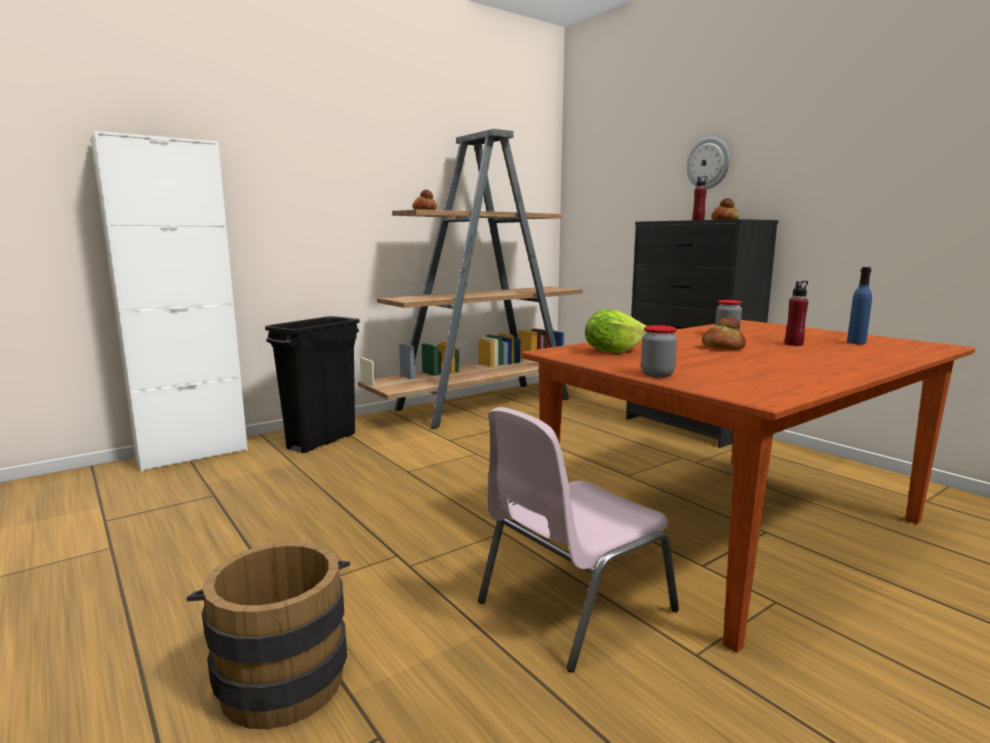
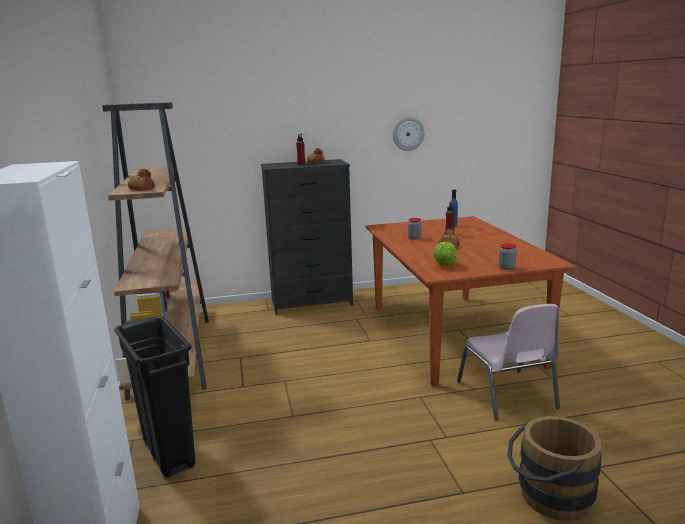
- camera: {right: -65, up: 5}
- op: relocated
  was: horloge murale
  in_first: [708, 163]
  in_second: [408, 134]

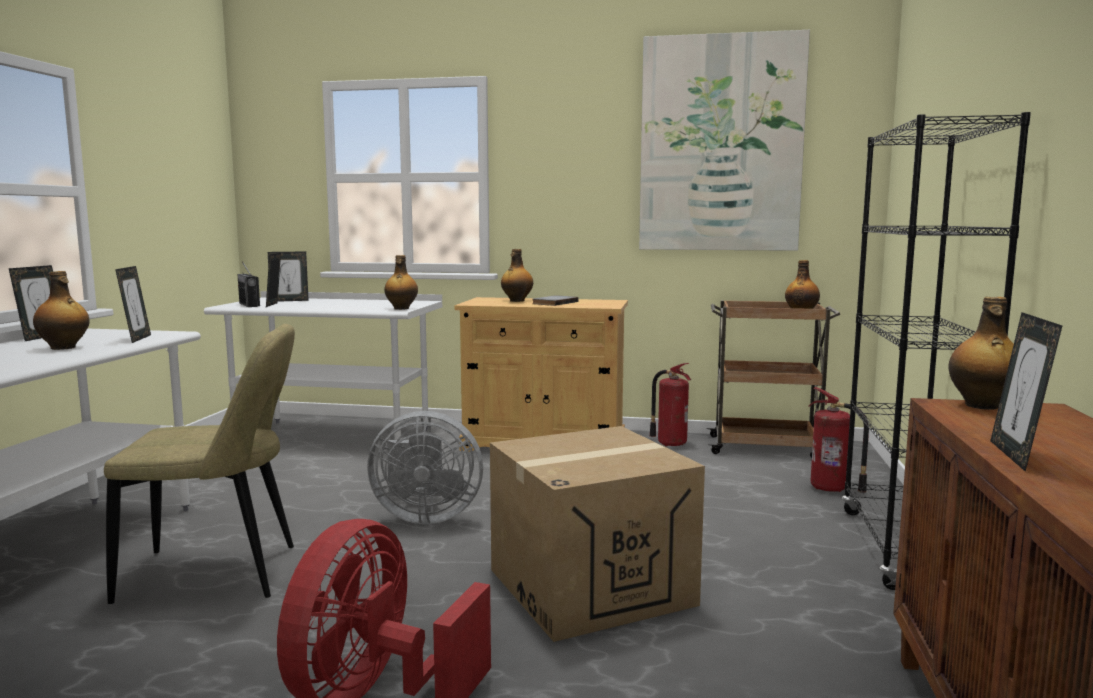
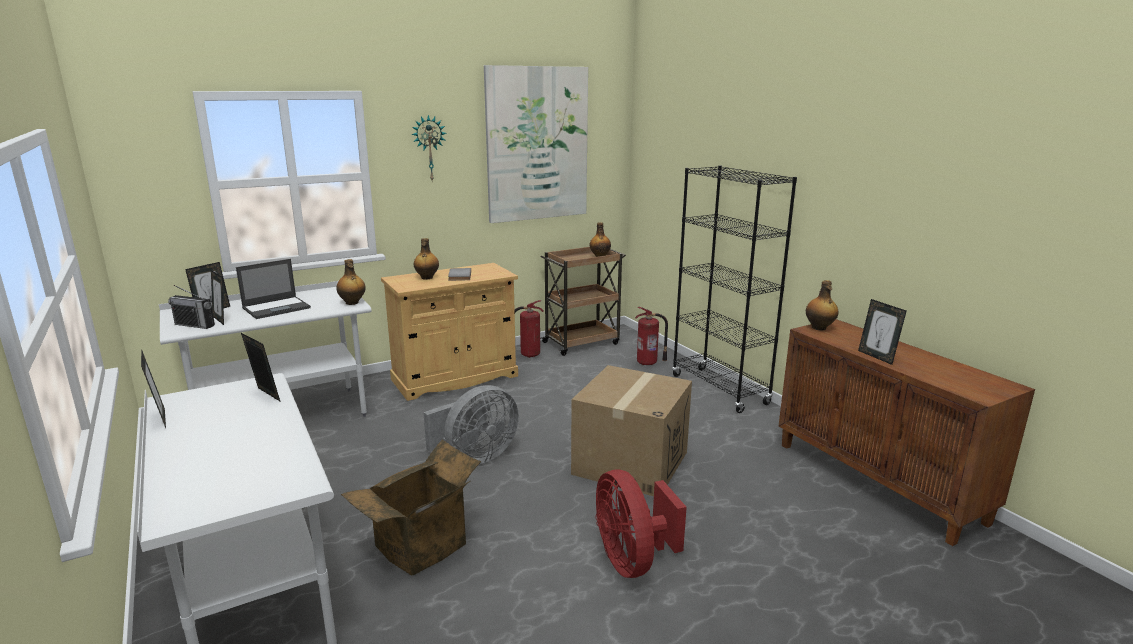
- camera: {right: -40, up: 10}
- op: missing
  was: bouteille
  in_first: [64, 348]
- op: exchanged
  was: chaise/beige
  now: carton
  in_first: [218, 574]
  in_second: [421, 547]
- op: appeared
  now: ordinateur portable
  in_second: [277, 308]
- op: appeared
  now: horloge murale
  in_second: [429, 148]

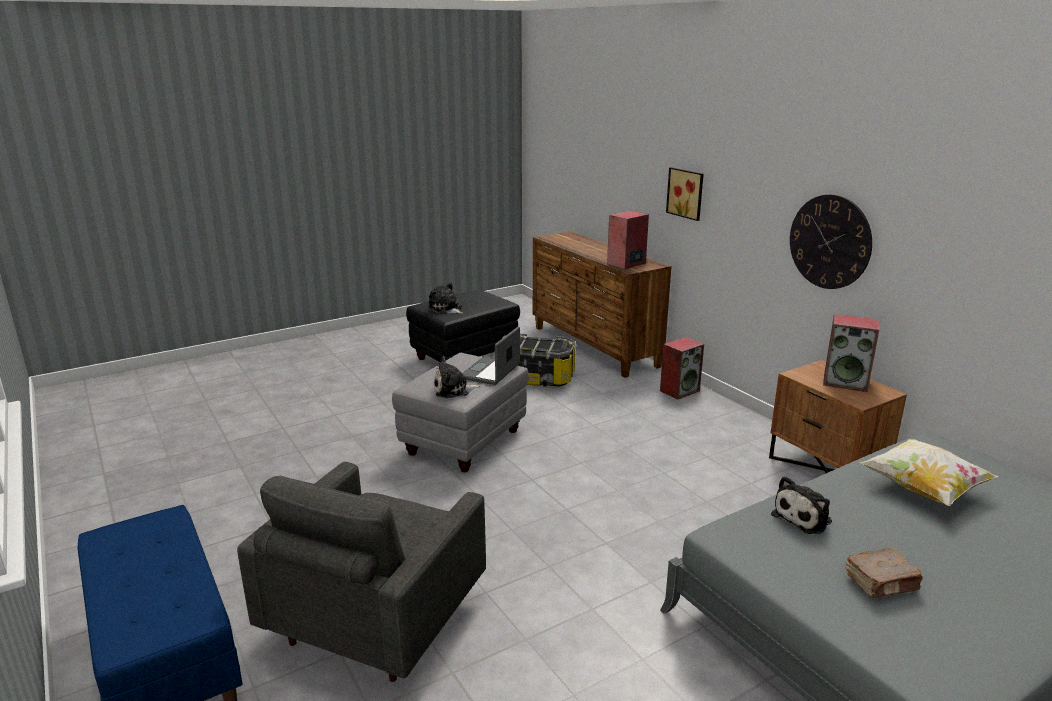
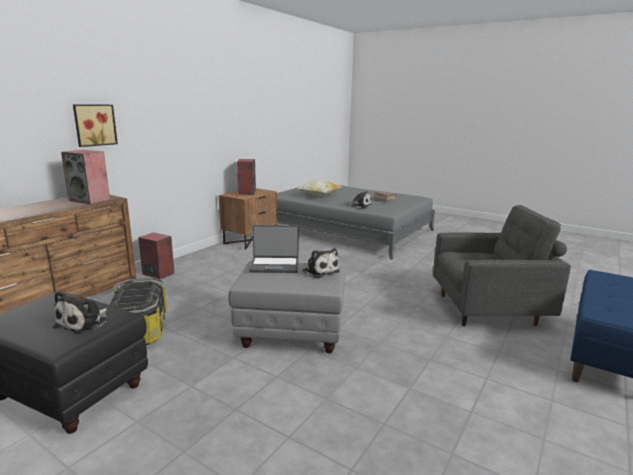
- camera: {right: -115, up: -5}
- op: missing
  was: horloge murale
  in_first: [829, 242]

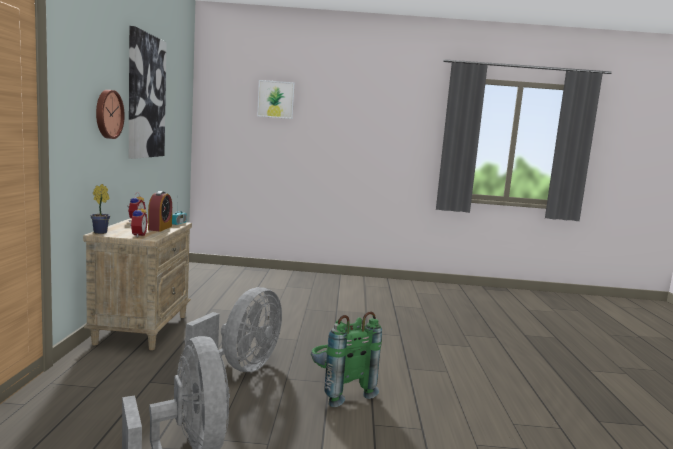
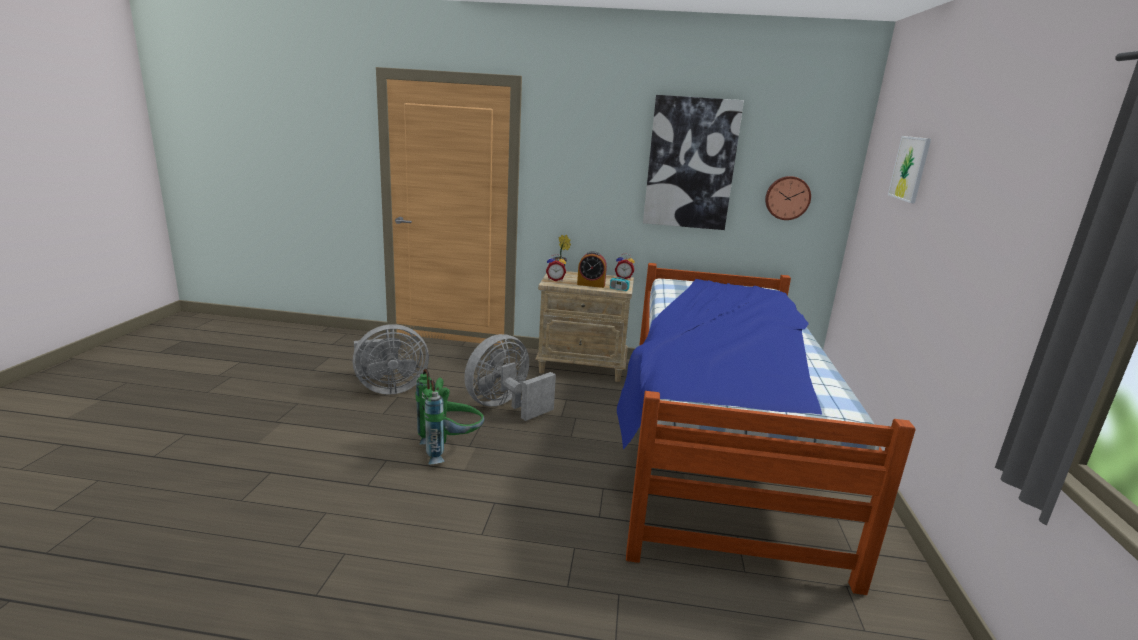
- camera: {right: 95, up: 10}
- op: relocated
  was: horloge murale
  in_first: [107, 114]
  in_second: [787, 198]
- op: spun
  was: ventilateur/gris
  in_first: [241, 367]
  in_second: [505, 406]
  clockwise: 105
- op: appeared
  now: lit
  in_second: [715, 443]

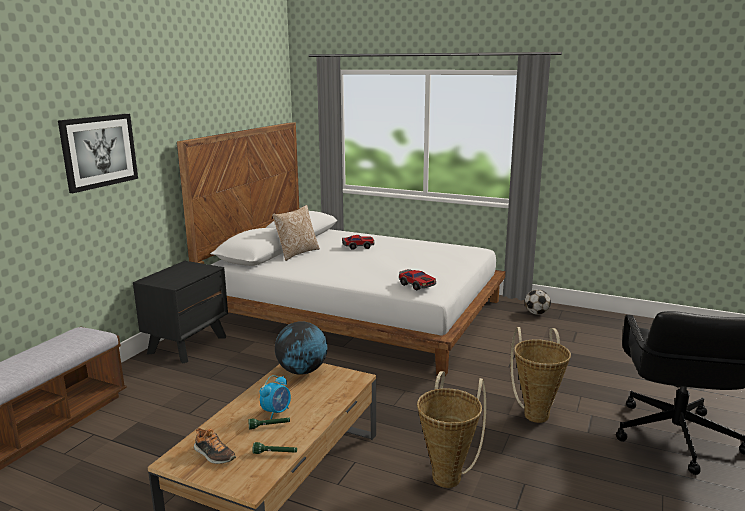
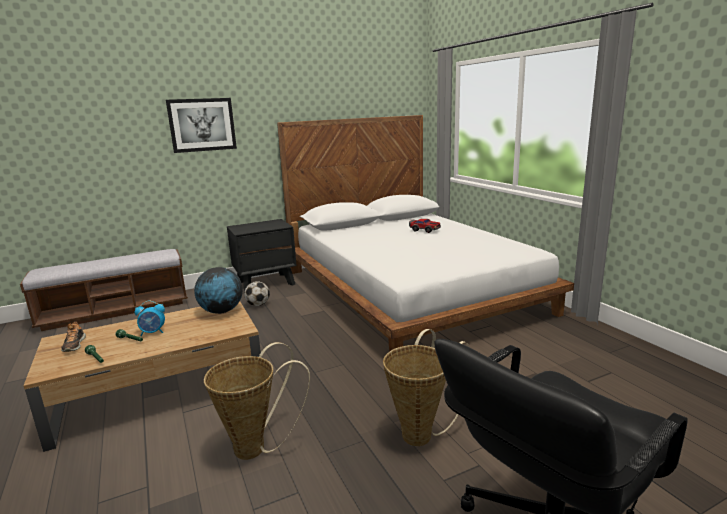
- camera: {right: 40, up: 0}
- op: missing
  was: coussin
  in_first: [297, 253]
- op: missing
  was: petite voiture
  in_first: [417, 285]
- op: relocated
  was: ballon de foot
  in_first: [536, 313]
  in_second: [258, 305]

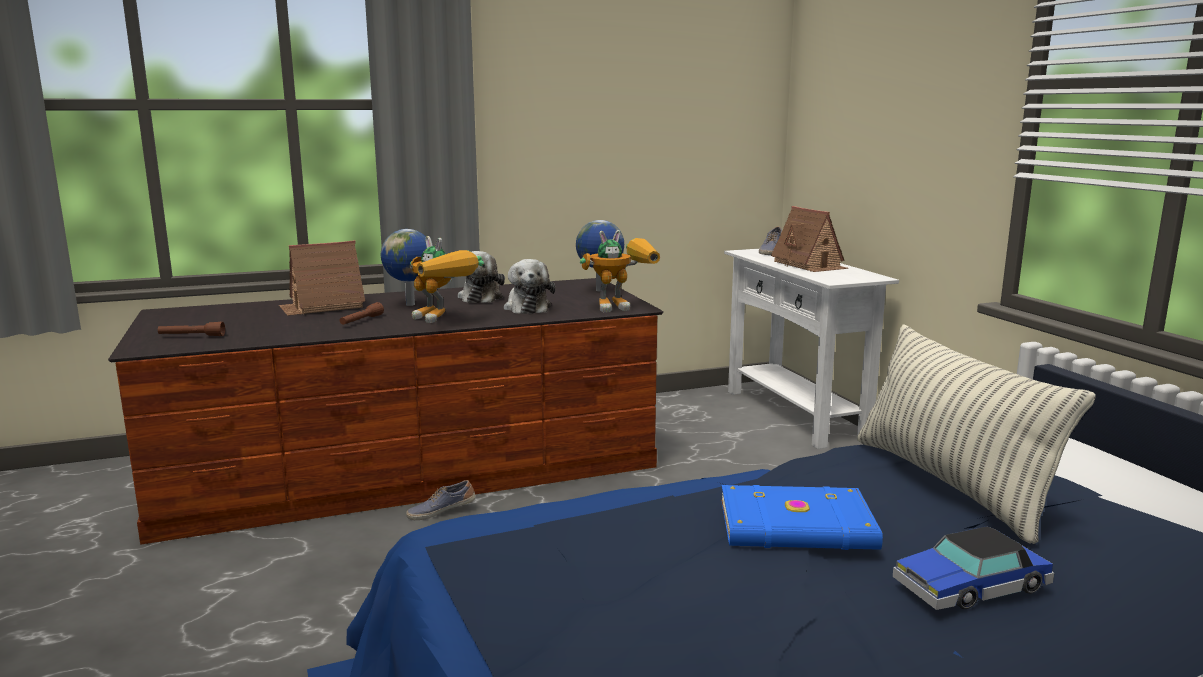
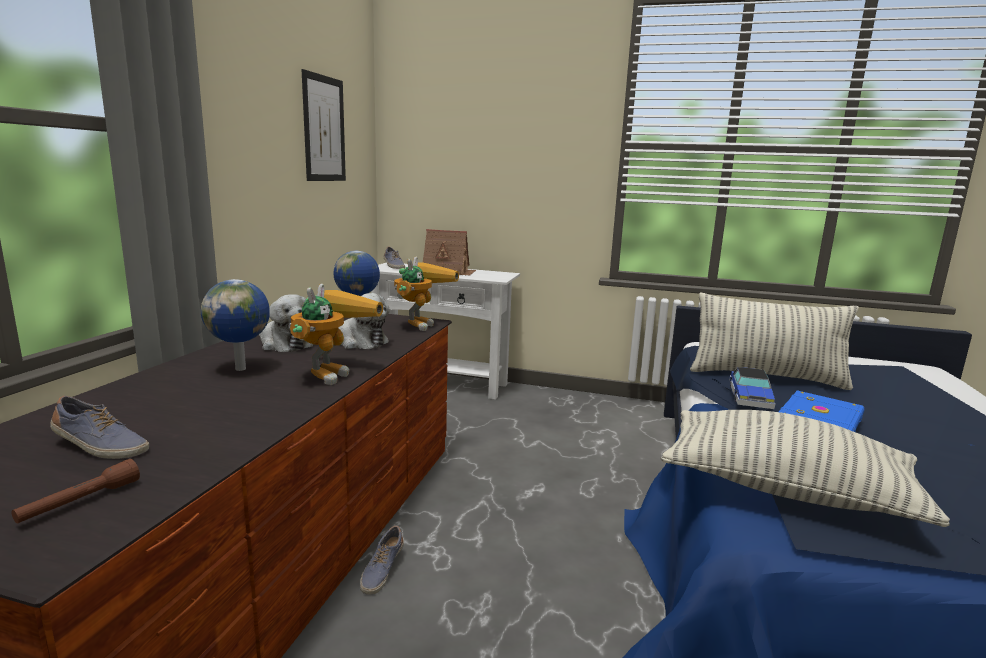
- camera: {right: -55, up: 0}
- op: missing
  was: maison miniature
  in_first: [322, 306]
- op: missing
  was: lampe de poche/marron
  in_first: [361, 321]
- op: spun
  was: robot jouet
  in_first: [443, 319]
  in_second: [331, 372]
  clockwise: -60
- op: relocated
  was: petite voiture
  in_first: [971, 586]
  in_second: [749, 397]
- op: appeared
  now: chaussure
  in_second: [99, 447]
- op: appeared
  now: tableau
  in_second: [324, 129]
- op: appeared
  now: coussin
  in_second: [785, 489]

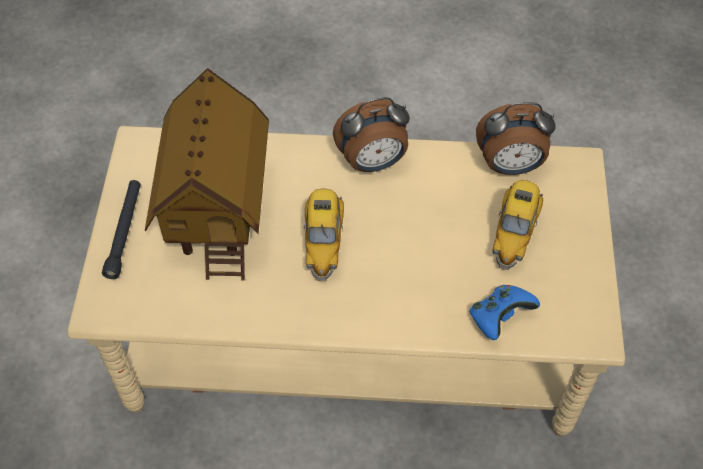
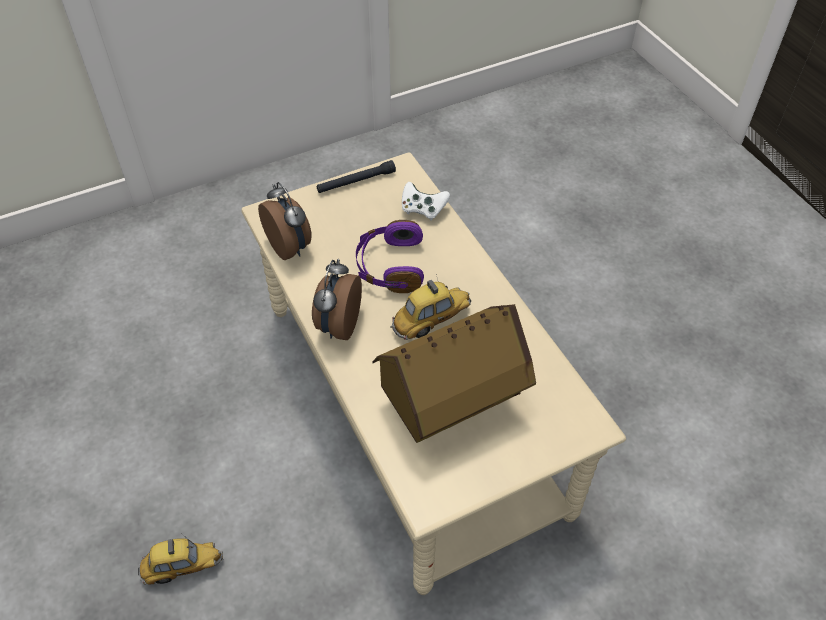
- camera: {right: -120, up: -5}
- op: relocated
  was: lampe de poche/noir
  in_first: [124, 232]
  in_second: [356, 182]
- op: spun
  was: réveil
  in_first: [373, 163]
  in_second: [338, 325]
  clockwise: -120
- op: colour
  was: manette/bleu
  now: manette/blanc
  in_first: [499, 317]
  in_second: [423, 210]
- op: relocated
  was: petite voiture
  in_first: [514, 233]
  in_second: [182, 567]
- op: appeared
  now: casque audio/violet
  in_second: [390, 267]

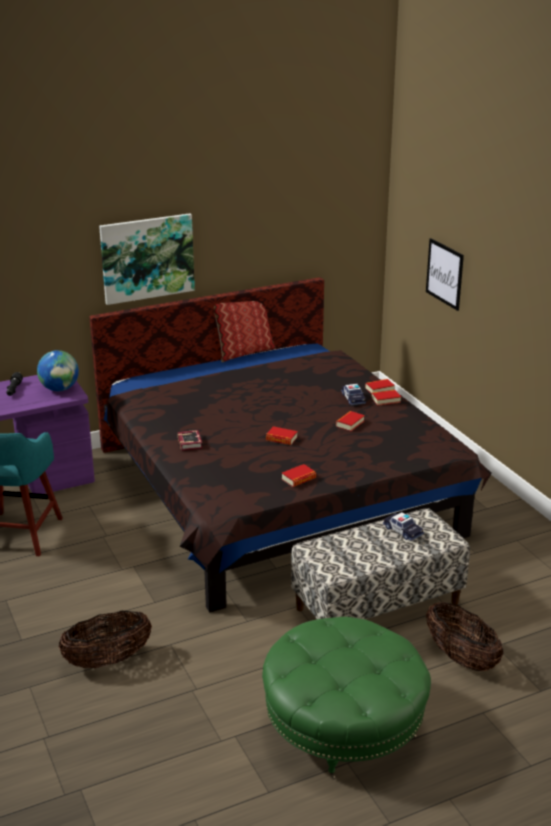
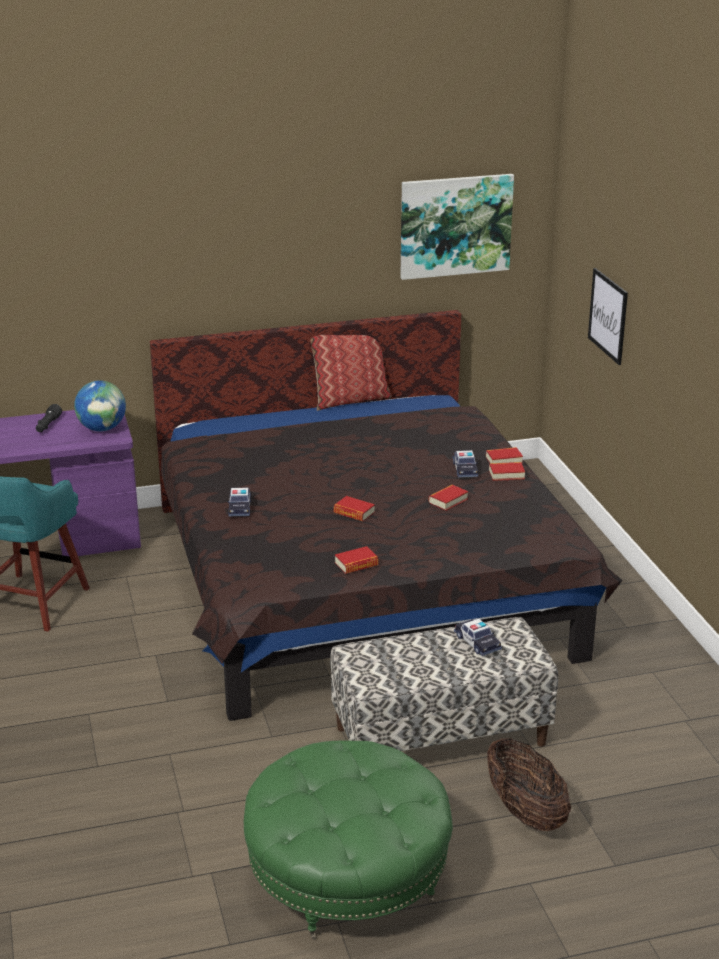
- camera: {right: 10, up: 0}
- op: missing
  was: panier
  in_first: [108, 660]
- op: relocated
  was: tableau
  in_first: [147, 258]
  in_second: [455, 225]
- op: exchanged
  was: livre
  now: petite voiture
  in_first: [190, 442]
  in_second: [239, 507]

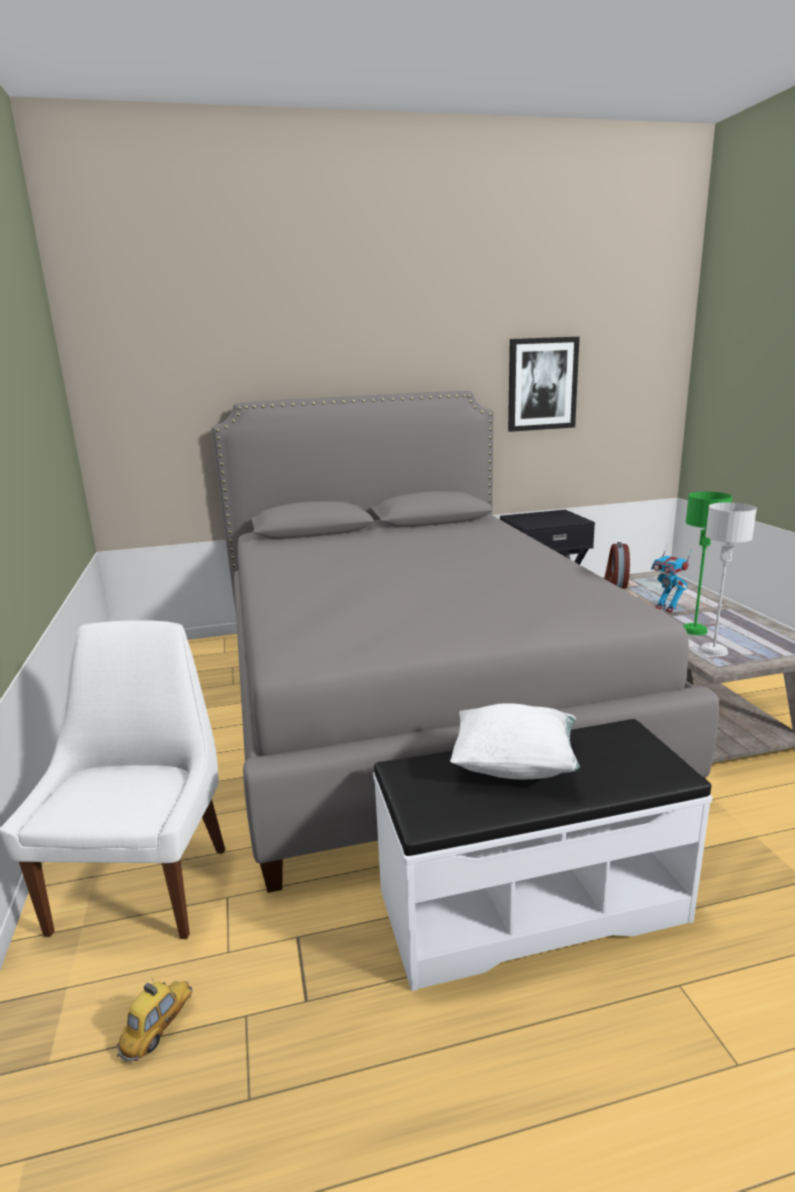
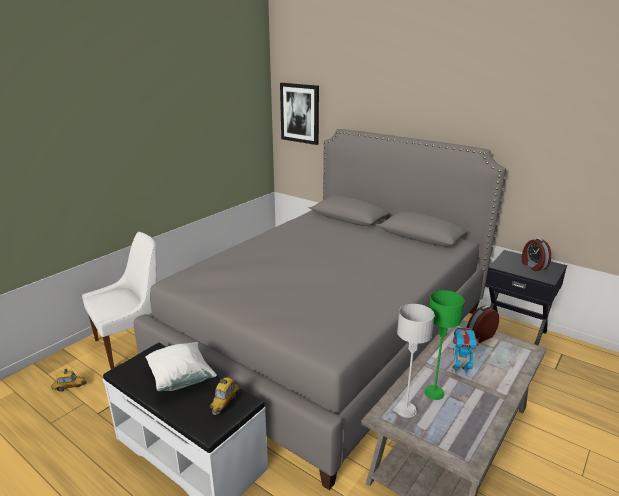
- camera: {right: 50, up: 5}
- op: relocated
  was: tableau
  in_first: [542, 384]
  in_second: [300, 113]
- op: spun
  was: robot jouet
  in_first: [666, 608]
  in_second: [460, 370]
  clockwise: 90
- op: appeared
  now: petite voiture
  in_second: [225, 403]
- op: appeared
  now: réveil
  in_second: [533, 266]

